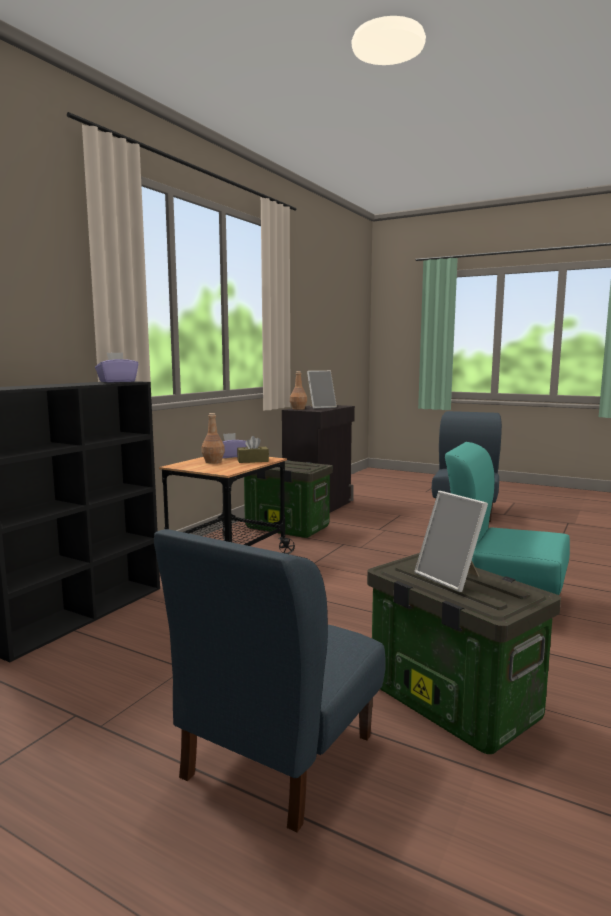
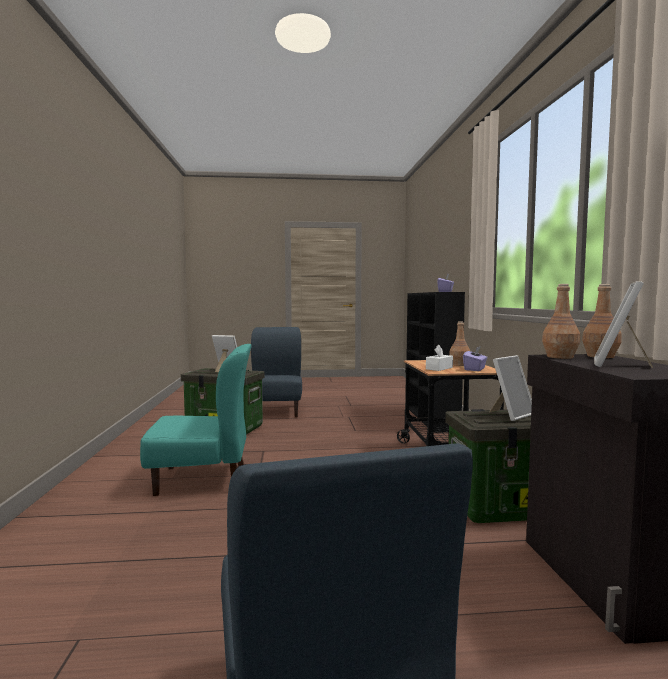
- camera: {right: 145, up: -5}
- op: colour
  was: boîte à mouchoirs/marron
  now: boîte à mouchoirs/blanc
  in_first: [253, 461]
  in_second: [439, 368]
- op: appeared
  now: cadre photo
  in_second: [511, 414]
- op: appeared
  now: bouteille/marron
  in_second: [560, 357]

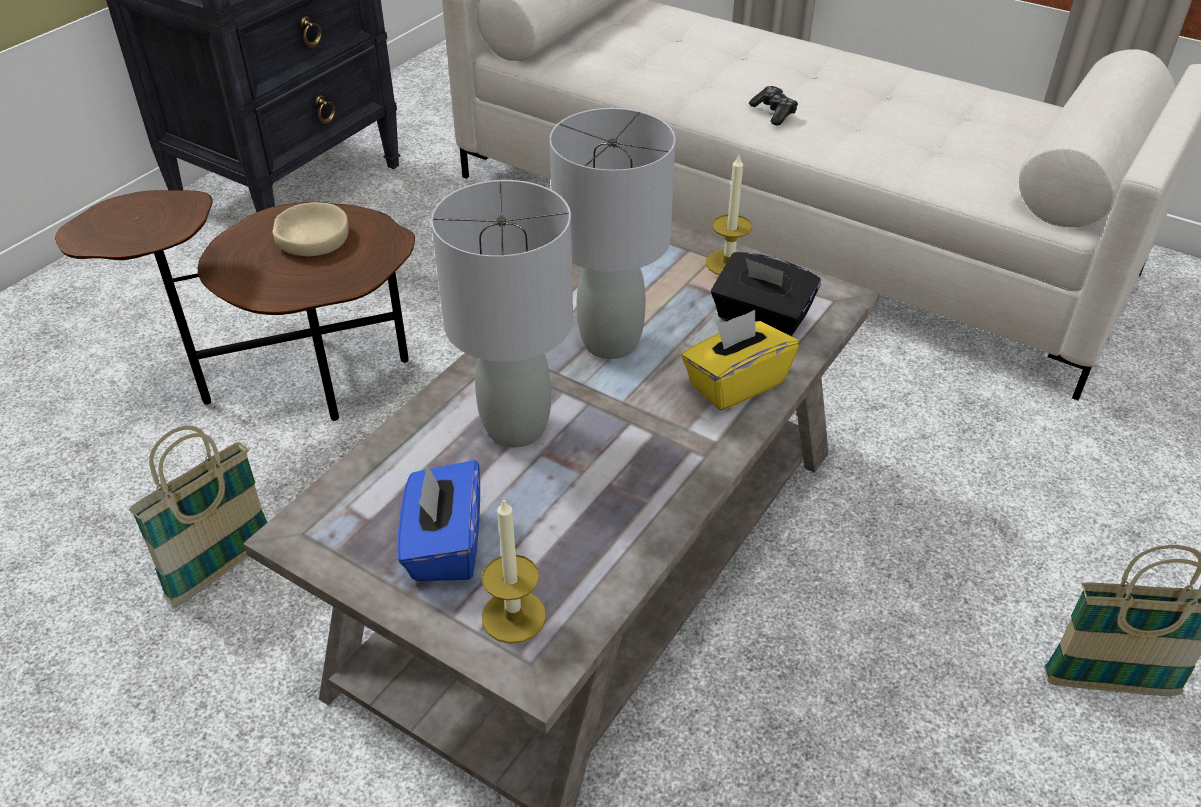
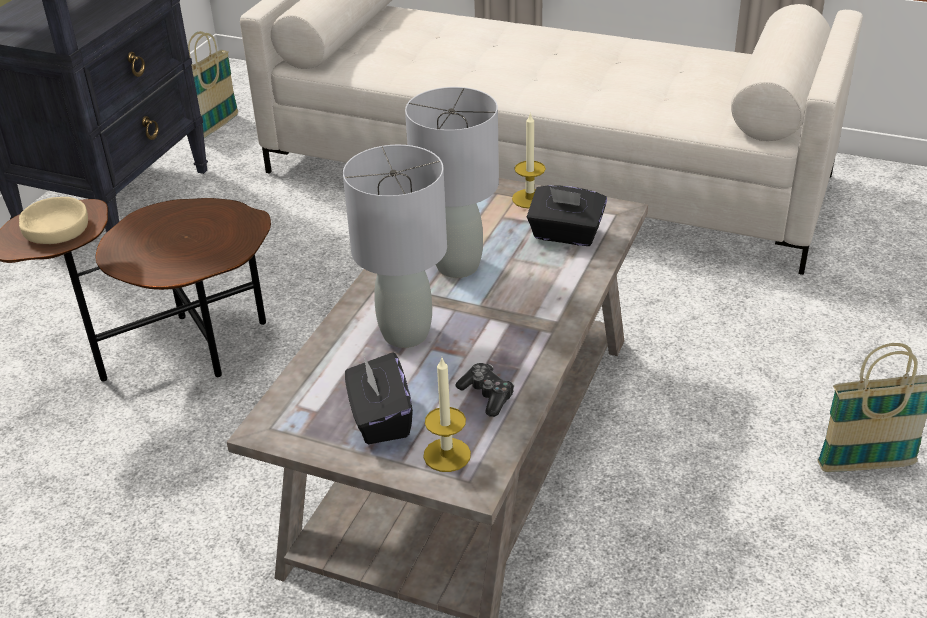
- camera: {right: -10, up: -5}
- op: relocated
  was: panier
  in_first: [222, 569]
  in_second: [215, 127]
- op: relocated
  was: bol/beige
  in_first: [312, 239]
  in_second: [56, 229]
- op: colour
  was: boîte à mouchoirs/bleu
  now: boîte à mouchoirs/noir
  in_first: [444, 545]
  in_second: [380, 419]
- op: missing
  was: boîte à mouchoirs/jaune
  in_first: [735, 384]
- op: relocated
  was: manette
  in_first: [774, 113]
  in_second: [487, 395]

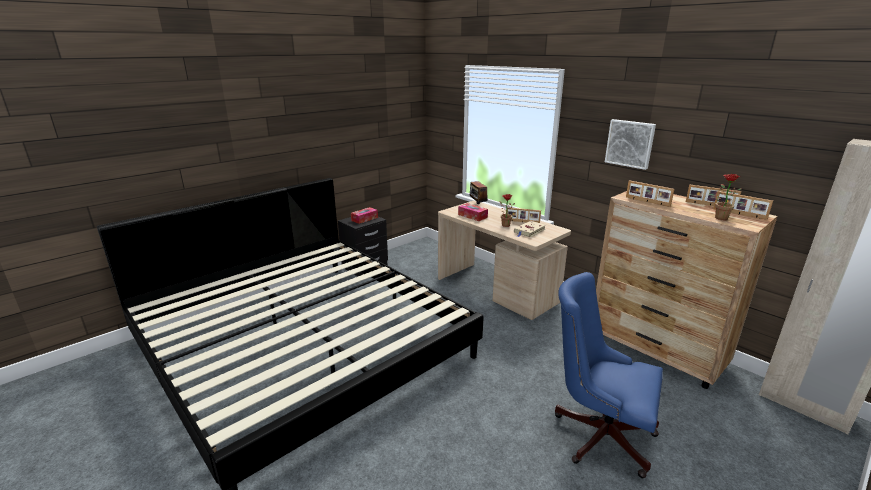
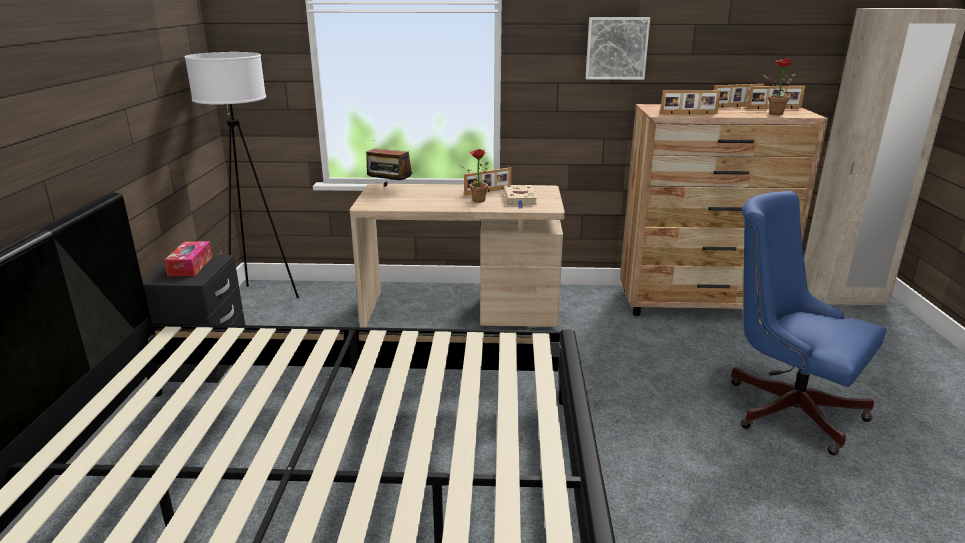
- camera: {right: -45, up: 0}
- op: missing
  was: boîte à mouchoirs
  in_first: [472, 216]
- op: spun
  was: chaise de bureau/bleu
  in_first: [597, 433]
  in_second: [785, 407]
  clockwise: 60
- op: appeared
  now: lampadaire/blanc
  in_second: [259, 299]

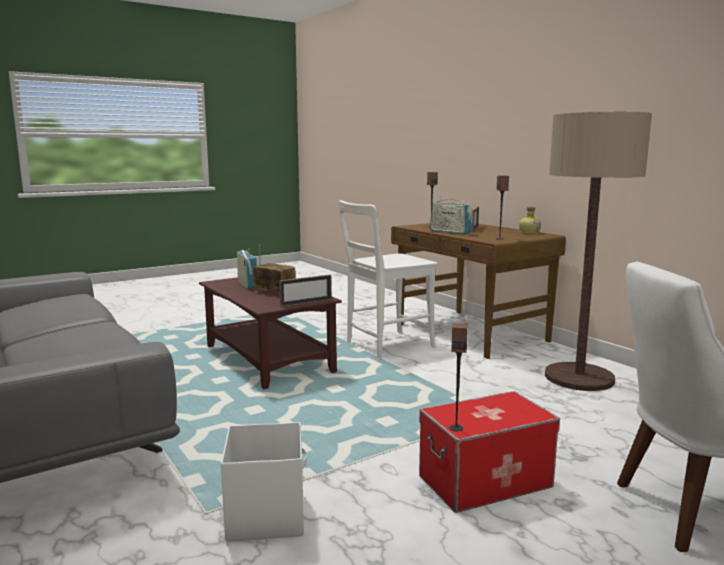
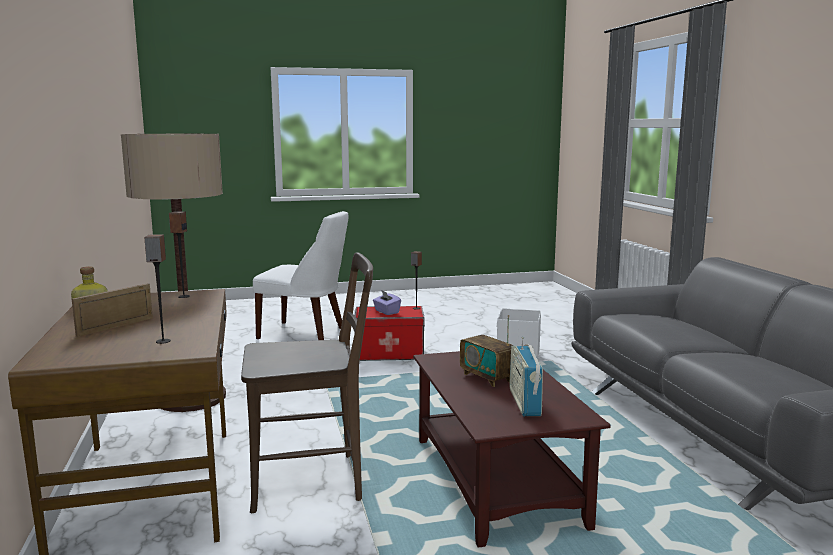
- camera: {right: -160, up: 0}
- op: missing
  was: cadre photo
  in_first: [306, 302]
- op: colour
  was: chaise/blanc
  now: chaise/marron
  in_first: [385, 345]
  in_second: [313, 481]
- op: missing
  was: radio
  in_first: [450, 232]
- op: appeared
  now: boîte à mouchoirs/violet
  in_second: [386, 312]

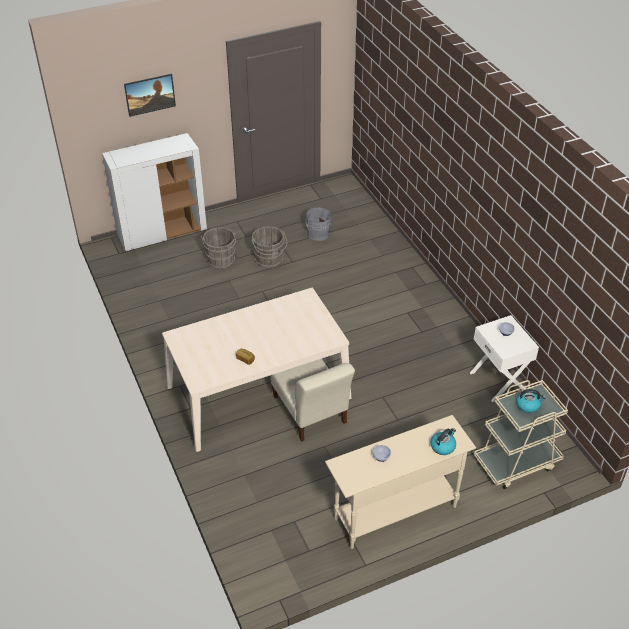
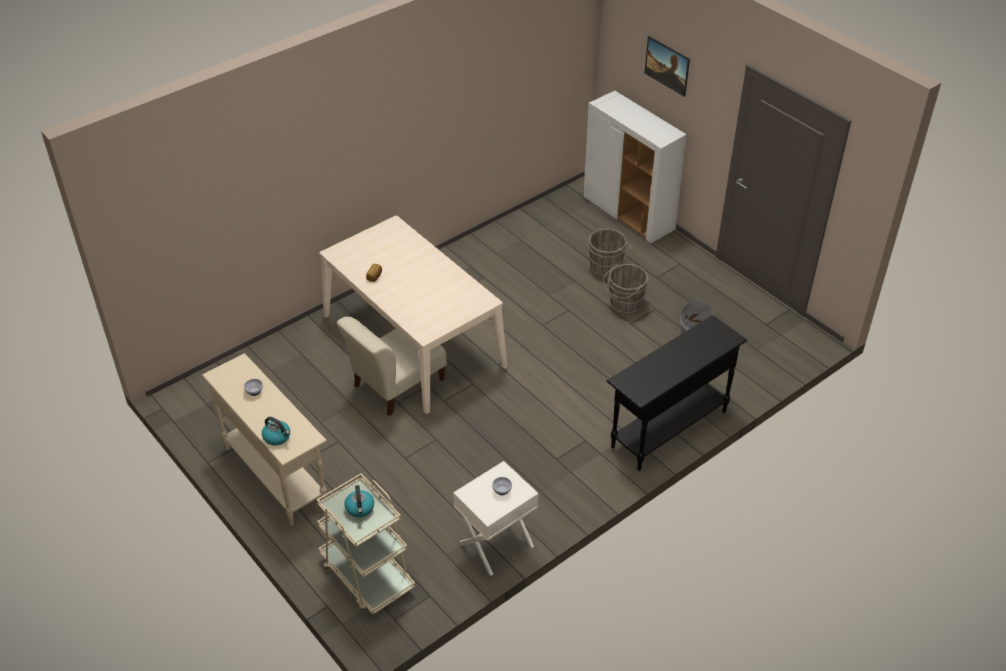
- camera: {right: 75, up: 0}
- op: appeared
  now: table console/noir
  in_second: [668, 429]

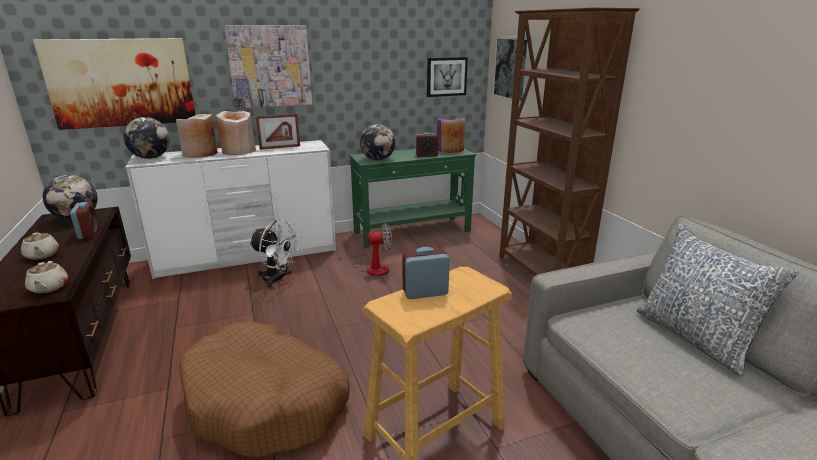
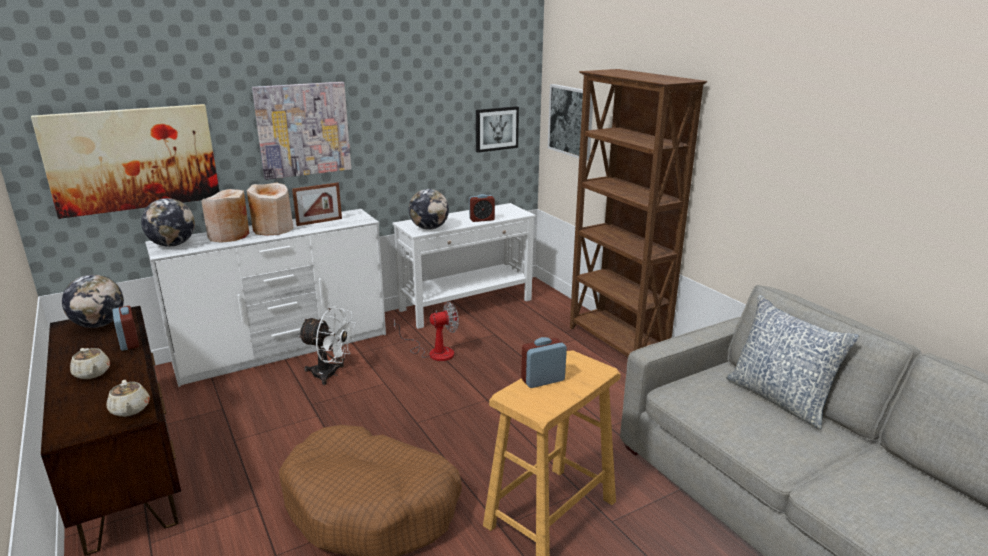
- camera: {right: -10, up: 0}
- op: colour
  was: table console/vert
  now: table console/blanc
  in_first: [413, 232]
  in_second: [467, 305]
- op: missing
  was: vase/violet
  in_first: [450, 149]

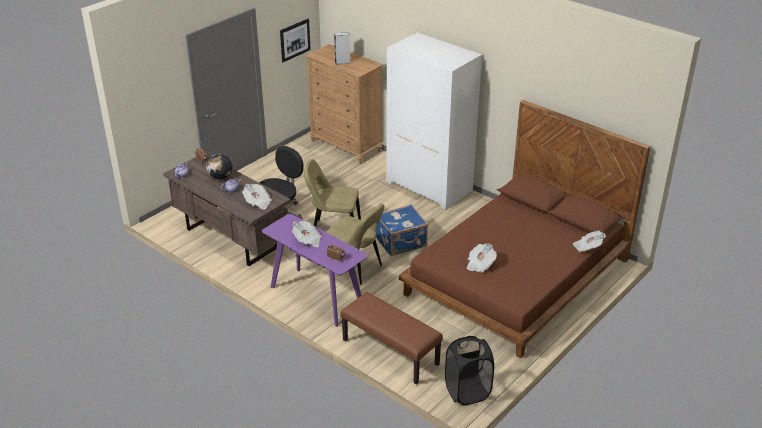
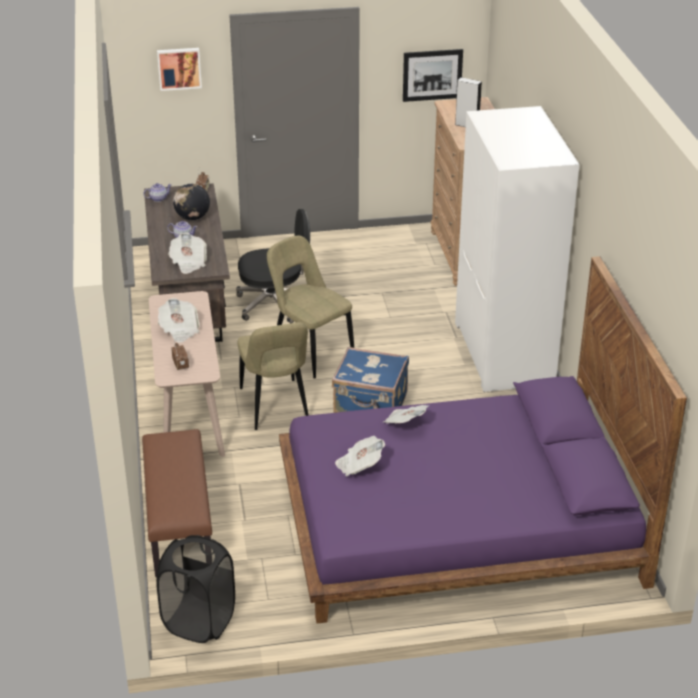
- camera: {right: 40, up: 0}
- op: colour
  was: table console/violet
  now: table console/beige
  in_first: [316, 296]
  in_second: [189, 417]
- op: colour
  was: lit/marron
  now: lit/violet
  in_first: [517, 277]
  in_second: [457, 523]
- op: relocated
  was: journal
  in_first: [587, 247]
  in_second: [405, 423]
- op: appeared
  now: tableau
  in_second: [179, 68]

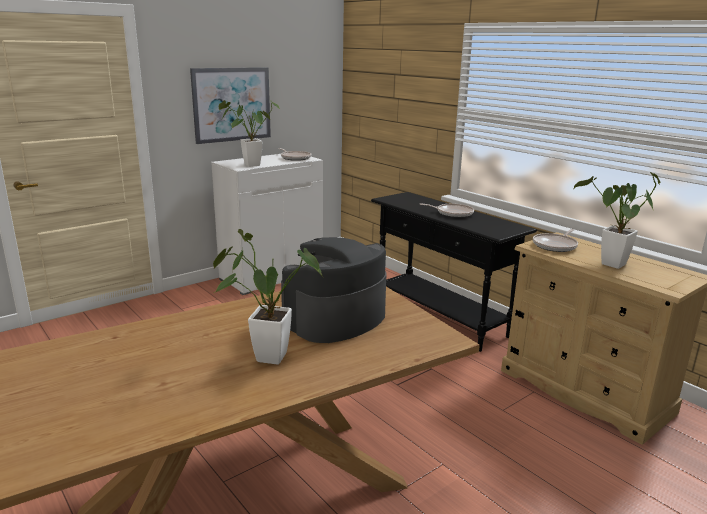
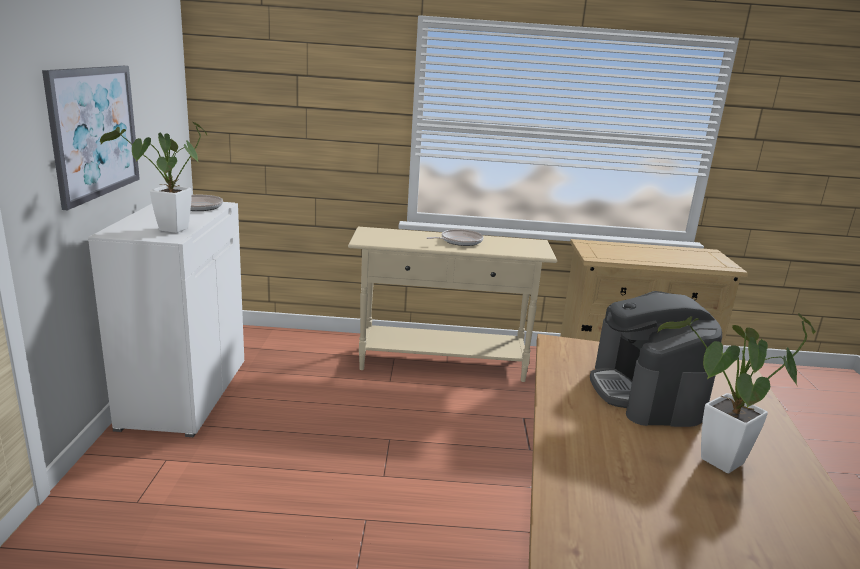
- camera: {right: -50, up: 0}
- op: colour
  was: table console/noir
  now: table console/beige
  in_first: [440, 318]
  in_second: [443, 363]
- op: missing
  was: poêle
  in_first: [555, 245]
- op: missing
  was: plante en pot
  in_first: [610, 266]

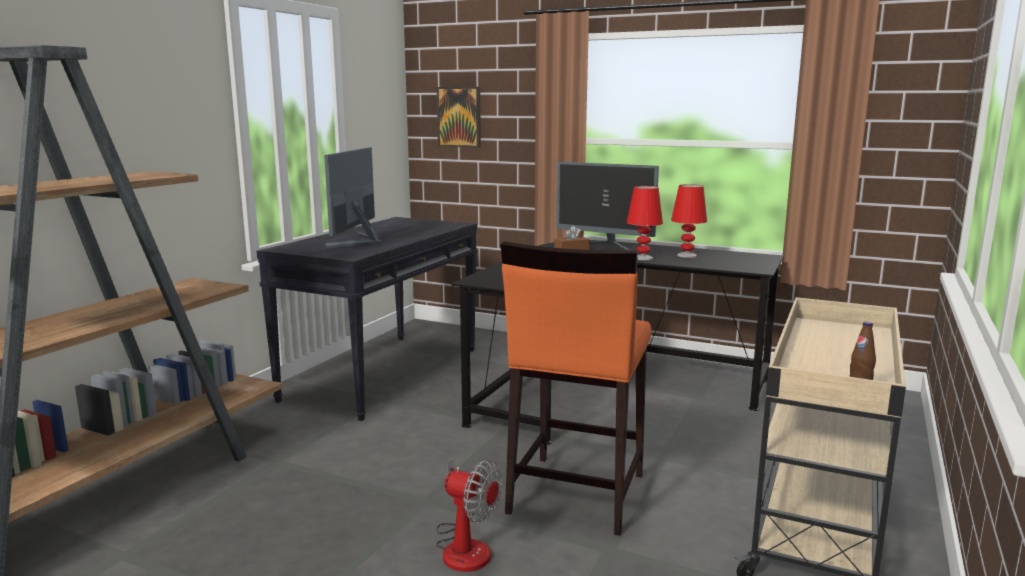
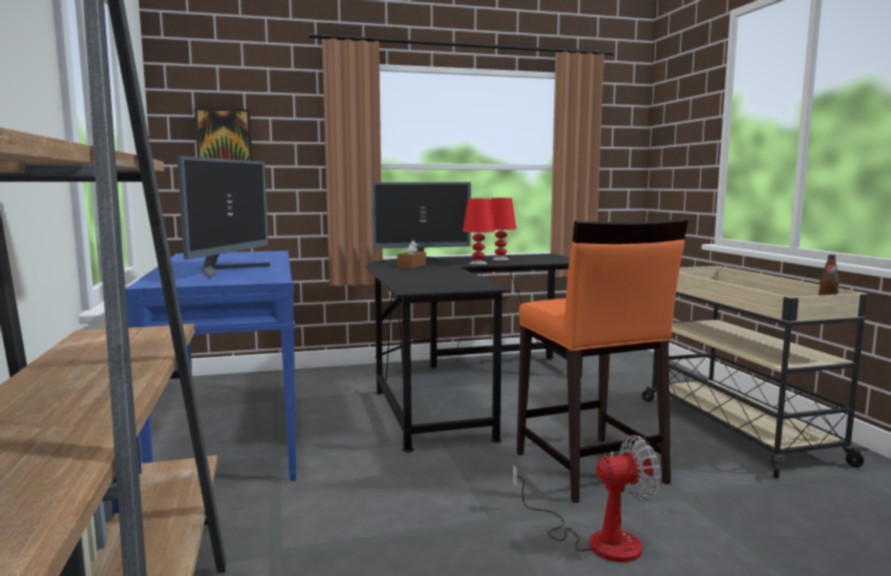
- camera: {right: -40, up: -5}
- op: colour
  was: table console/noir
  now: table console/bleu
  in_first: [384, 373]
  in_second: [233, 432]
- op: spun
  was: écran d'ordinateur
  in_first: [358, 242]
  in_second: [227, 270]
  clockwise: -135

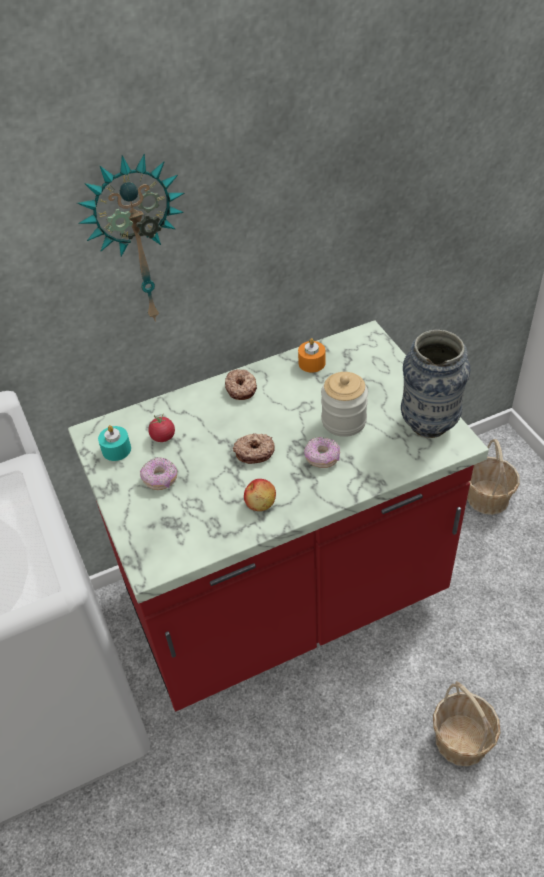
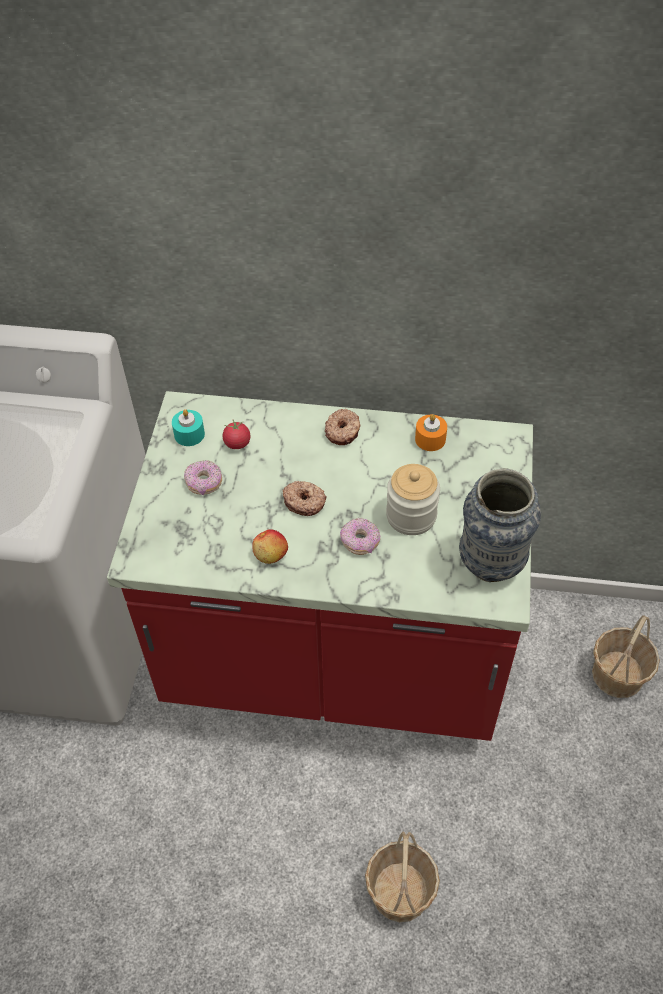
- camera: {right: 30, up: 5}
- op: missing
  was: horloge murale
  in_first: [137, 241]

